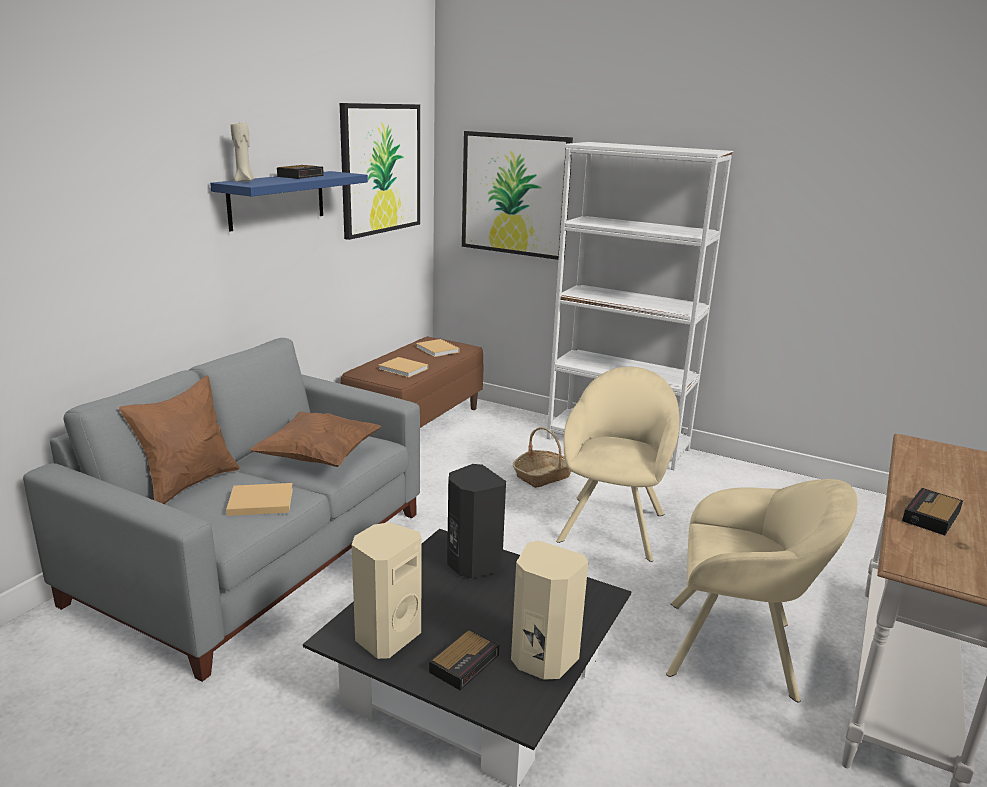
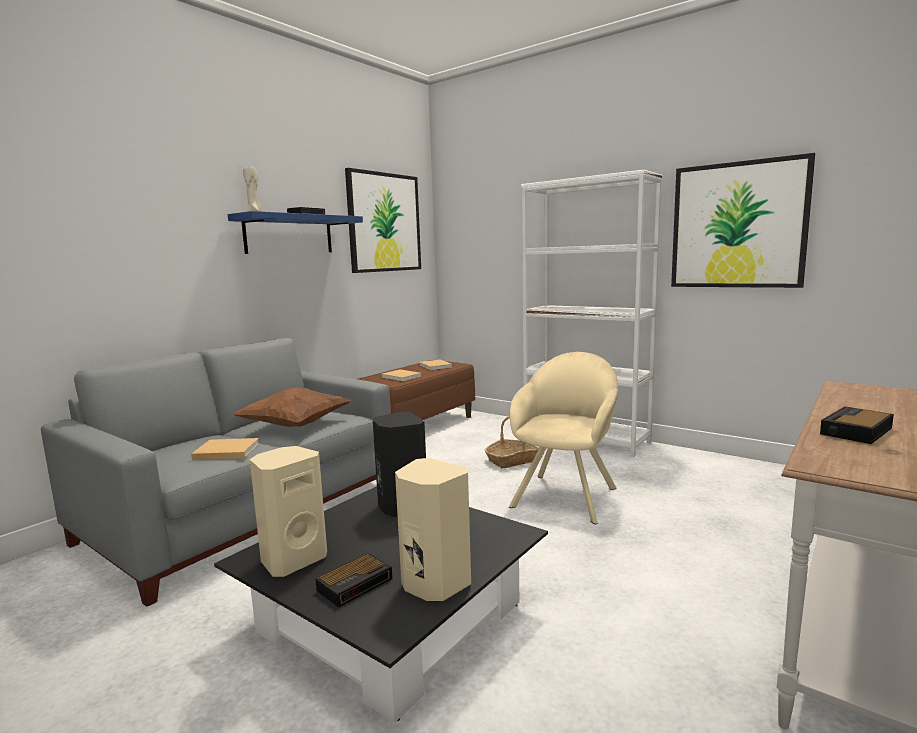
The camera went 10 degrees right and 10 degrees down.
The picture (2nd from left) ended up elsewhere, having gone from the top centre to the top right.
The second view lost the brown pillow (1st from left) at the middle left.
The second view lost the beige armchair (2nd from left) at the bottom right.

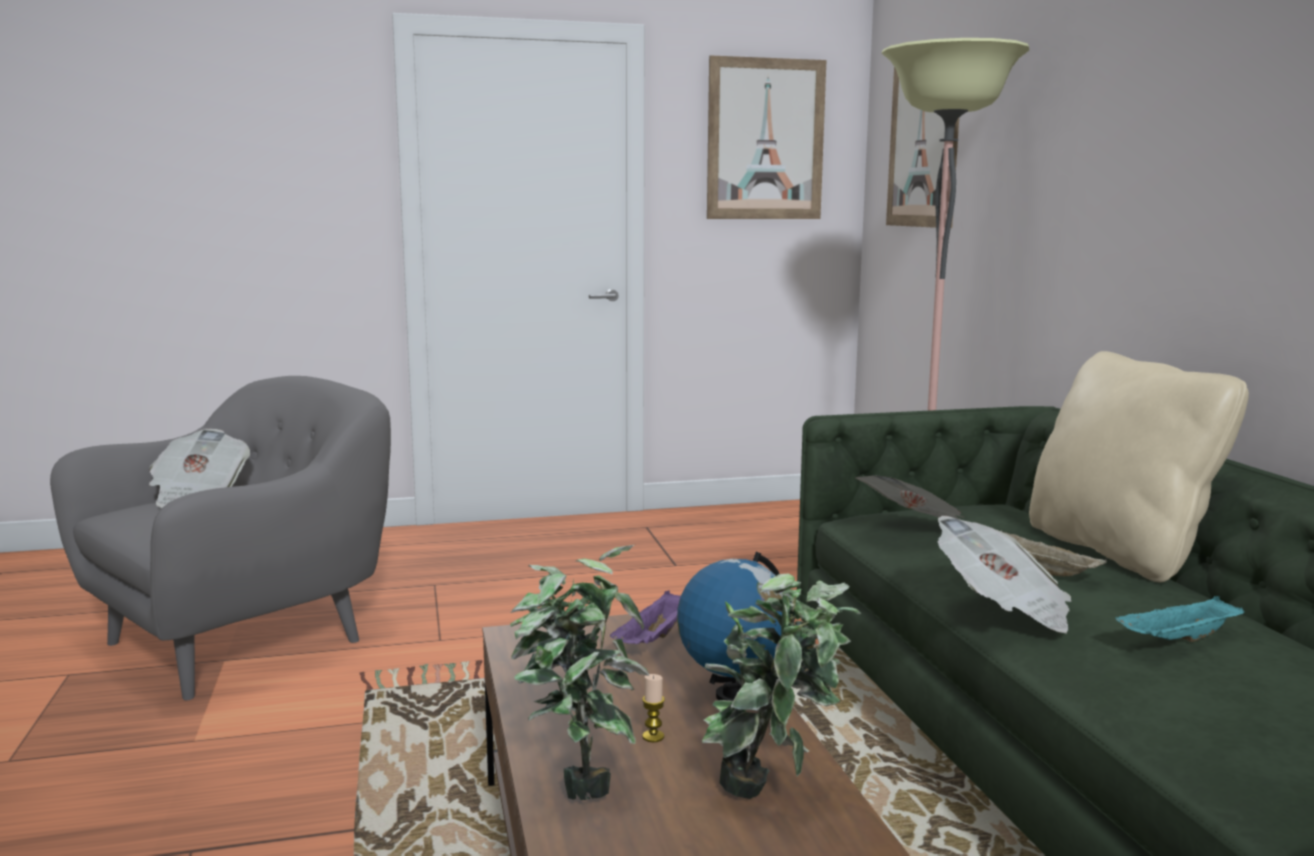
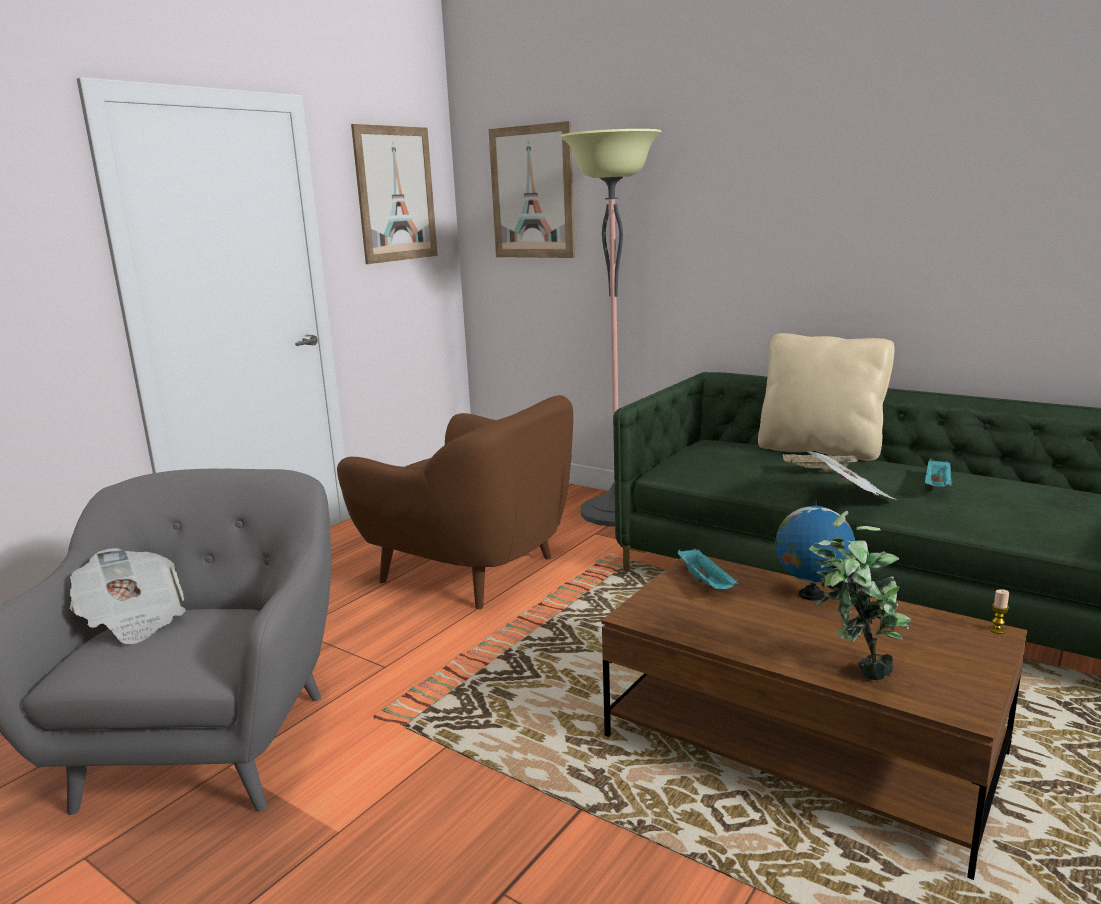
The camera went 40 degrees left and 5 degrees up.
The second view gained the brown armchair at the centre.
What was the purple tray at the bottom centre turned into the turquoise tray (1st from left) at the centre.
The candle ended up elsewhere, having gone from the bottom centre to the bottom right.
The second view lost the potted plant (2nd from left) at the bottom centre.
The second view lost the newspaper (2nd from left) at the middle right.

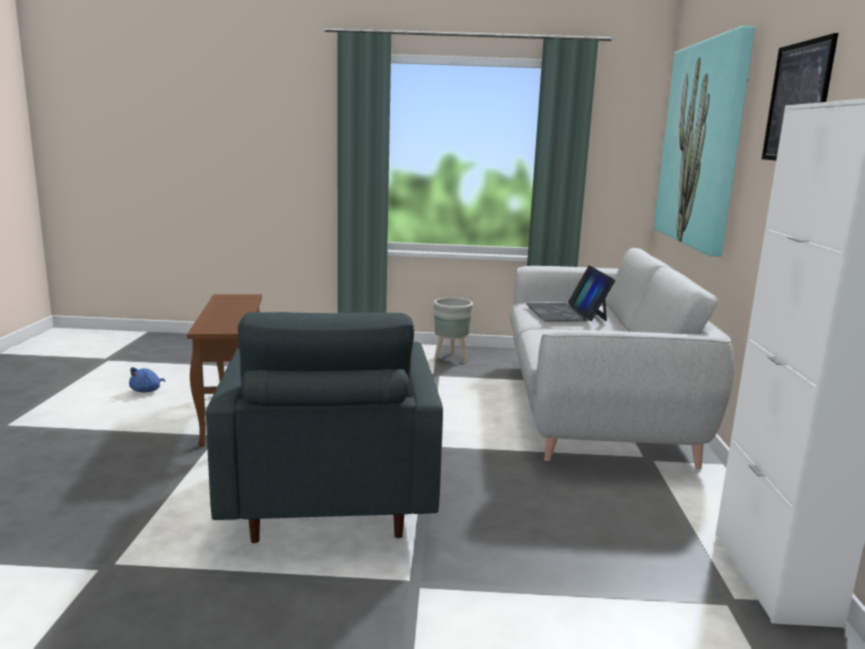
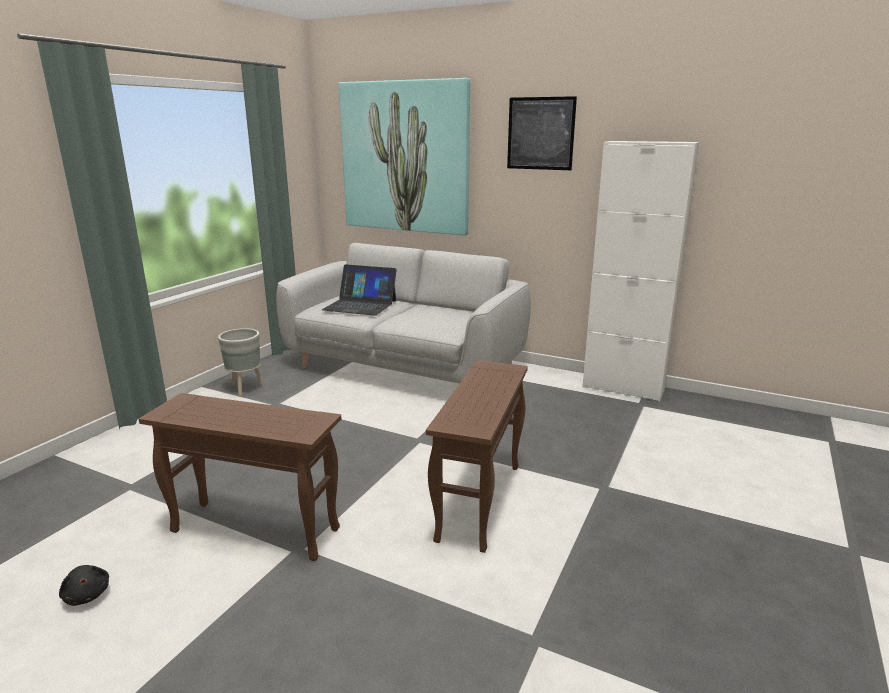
The camera went 65 degrees left and 5 degrees up.
What was the blue plush toy at the middle left turned into the black plush toy at the bottom left.
Where the grey armchair stood at the centre, the brown side table (2nd from left) came to stand at the centre.

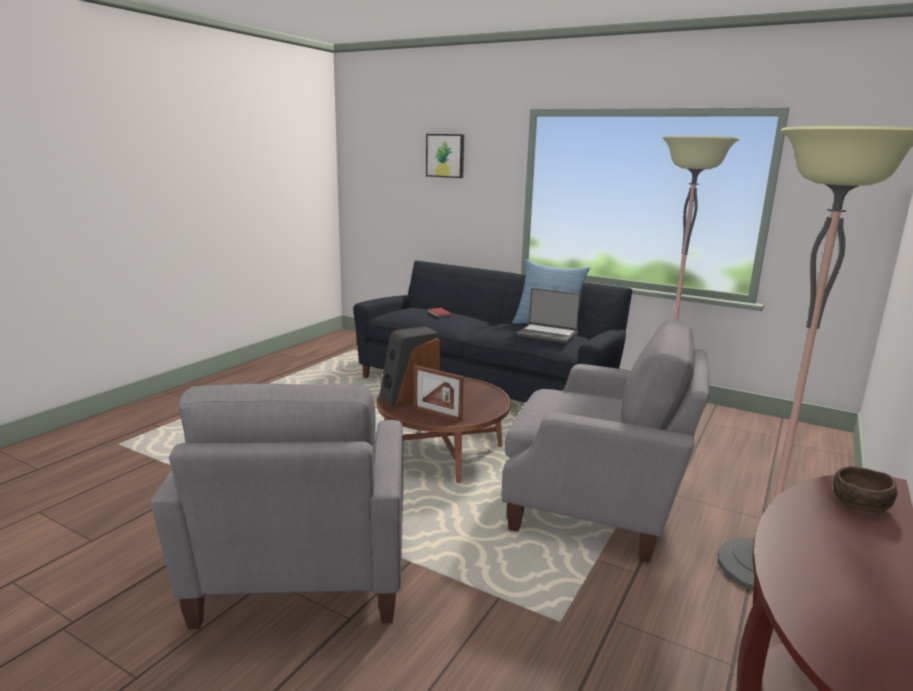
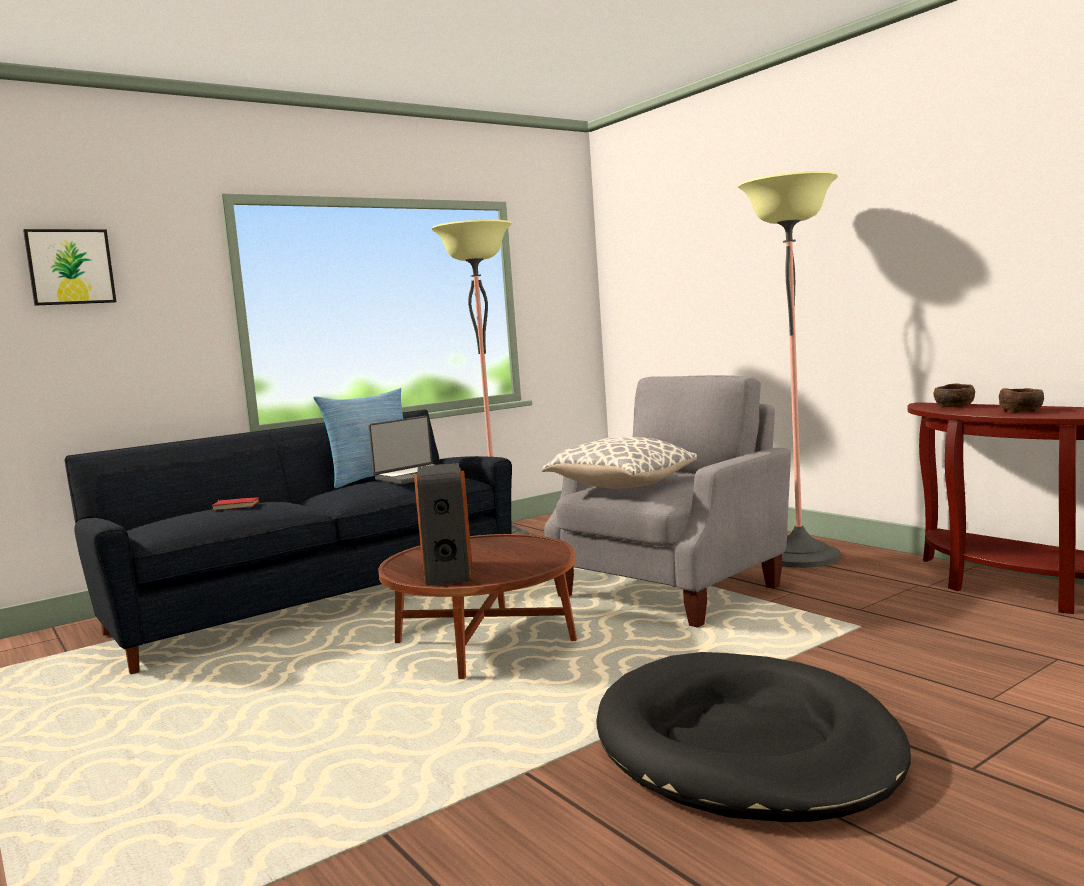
The camera went 65 degrees left and 10 degrees down.
The second view gained the pillow (2nd from left) at the centre.
Where the grey armchair (1st from left) stood at the bottom left, the black dog bed came to stand at the bottom right.
The second view gained the brown bowl (2nd from left) at the middle right.
The second view lost the picture frame at the centre.

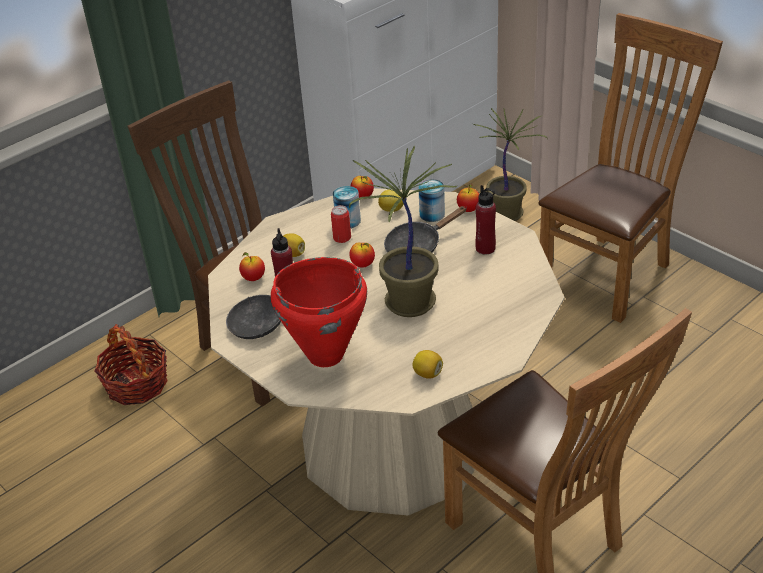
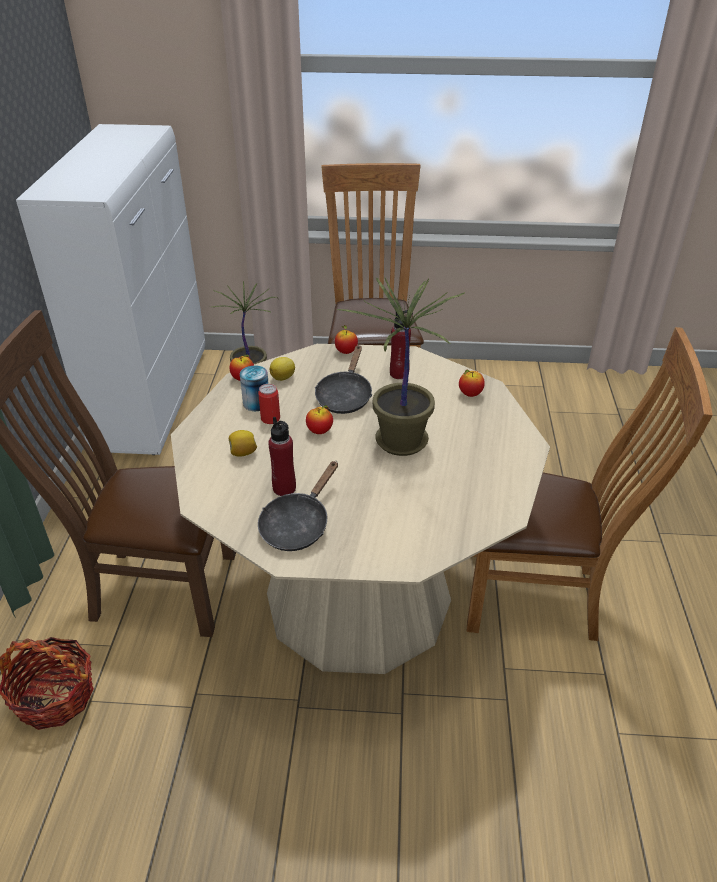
The camera went 45 degrees left and 0 degrees up.
The apple (1st from left in the first image) ended up elsewhere, having gone from the middle left to the centre.
The second view lost the red cooking pot at the centre.
The second view lost the lemon (3rd from left) at the centre.
The second view lost the can (3rd from left) at the centre.

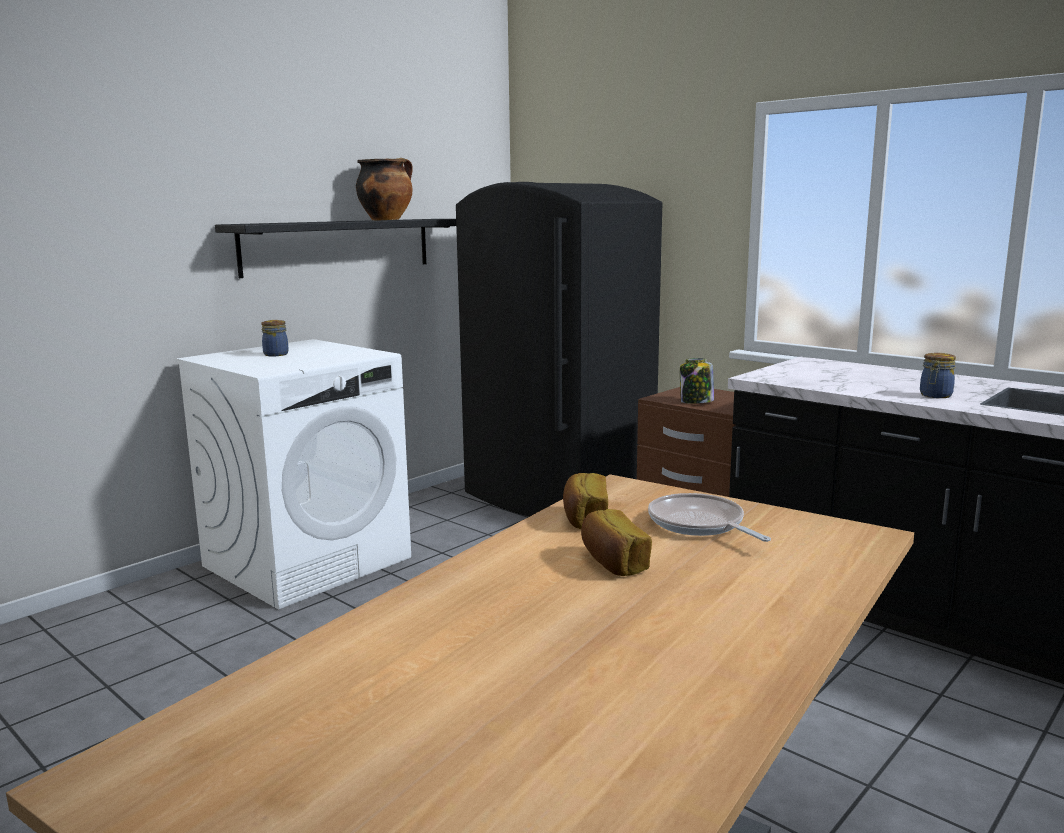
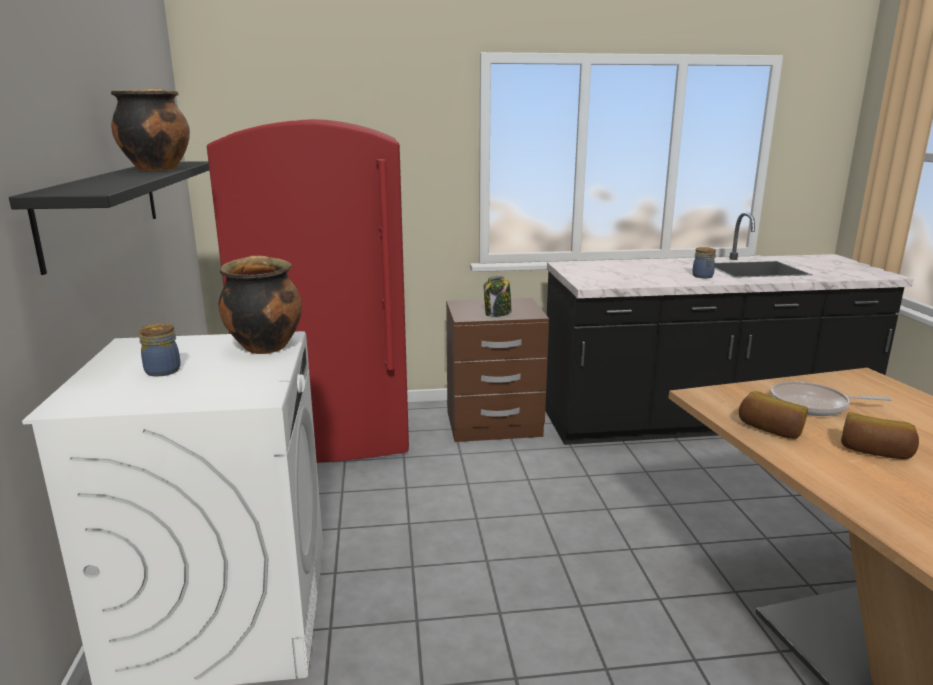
The camera went 50 degrees left and 5 degrees up.
What was the black fridge at the centre turned into the red fridge at the middle left.
The second view gained the cooking pot (2nd from left) at the middle left.

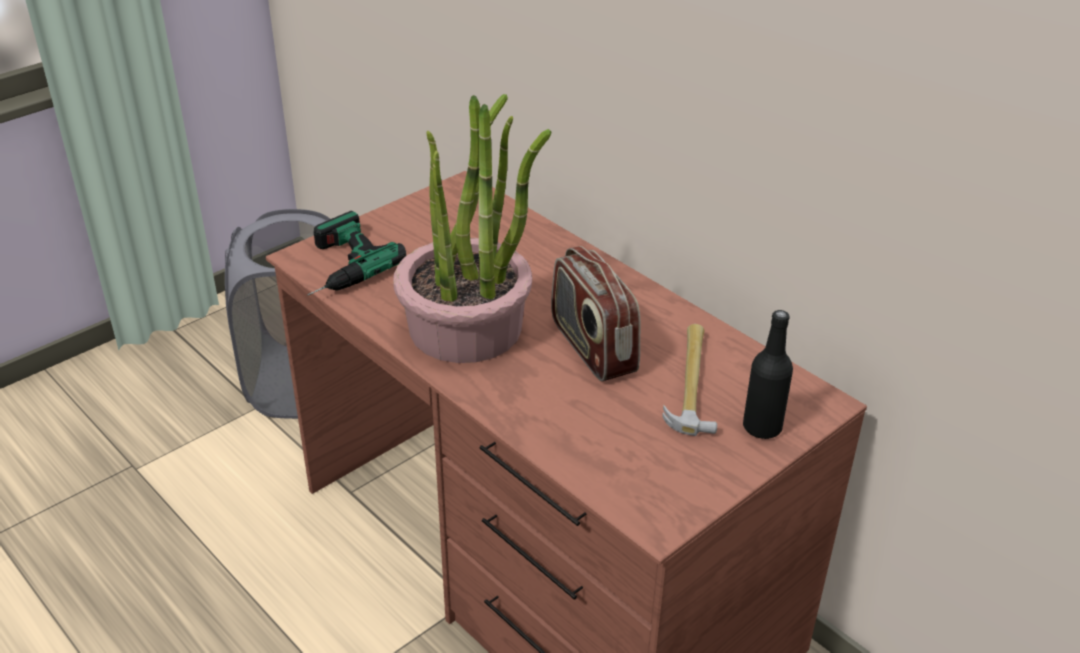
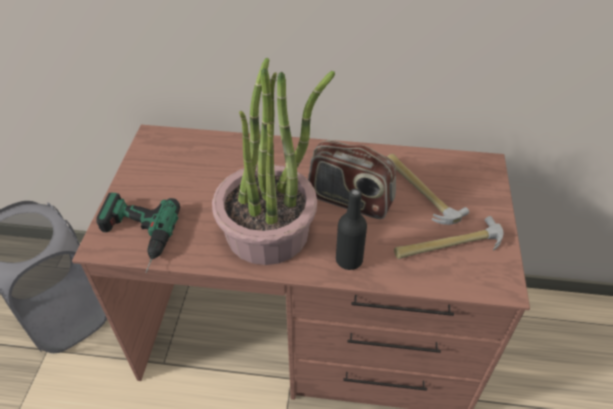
The camera went 40 degrees left and 10 degrees up.
The black bottle ended up elsewhere, having gone from the middle right to the centre.
The second view gained the hammer (2nd from left) at the middle right.

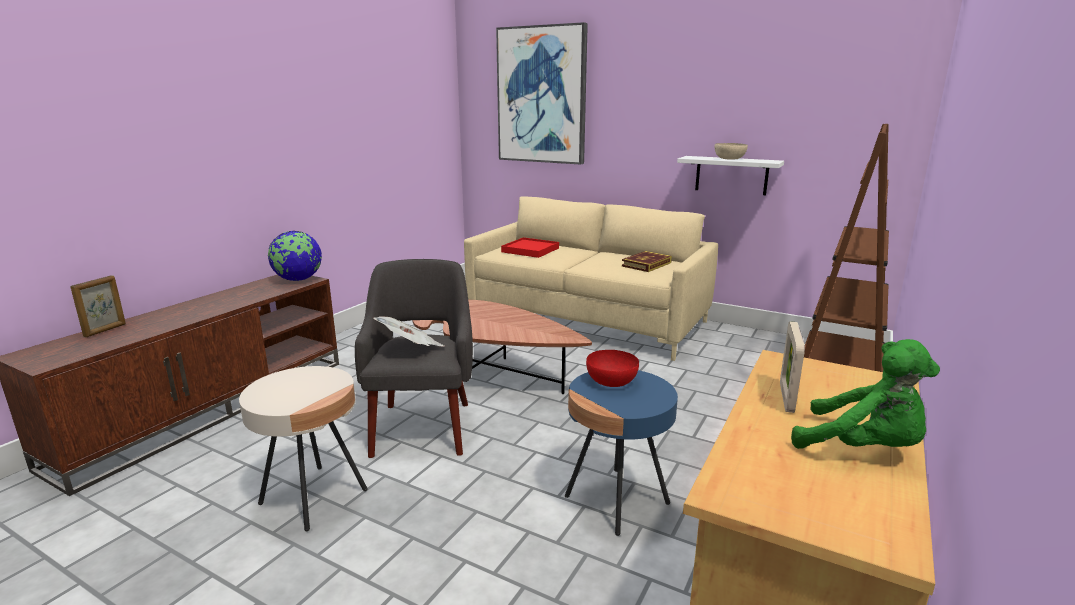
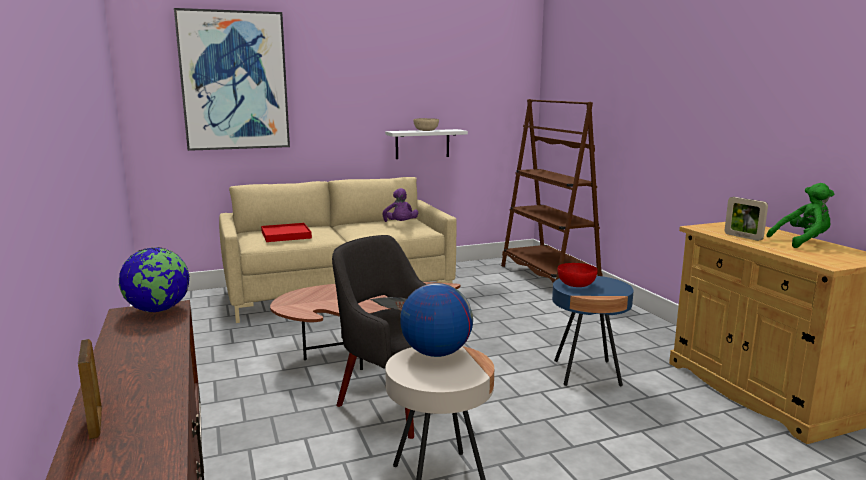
The camera went 50 degrees left and 5 degrees down.
Where the book stood at the centre, the purple plush toy came to stand at the centre.
The second view gained the globe (2nd from left) at the bottom centre.

